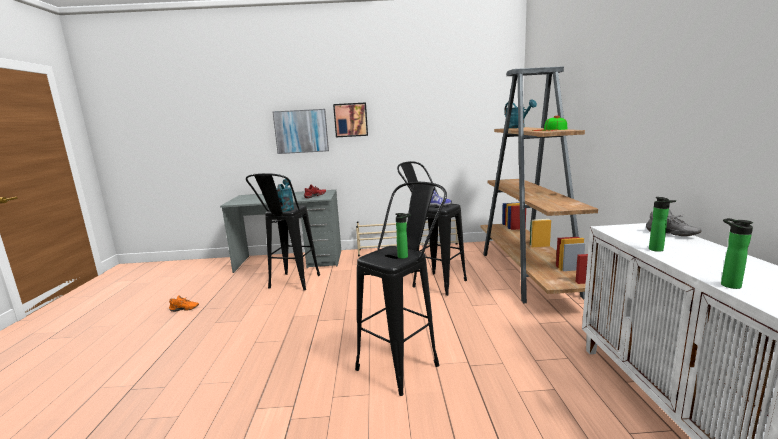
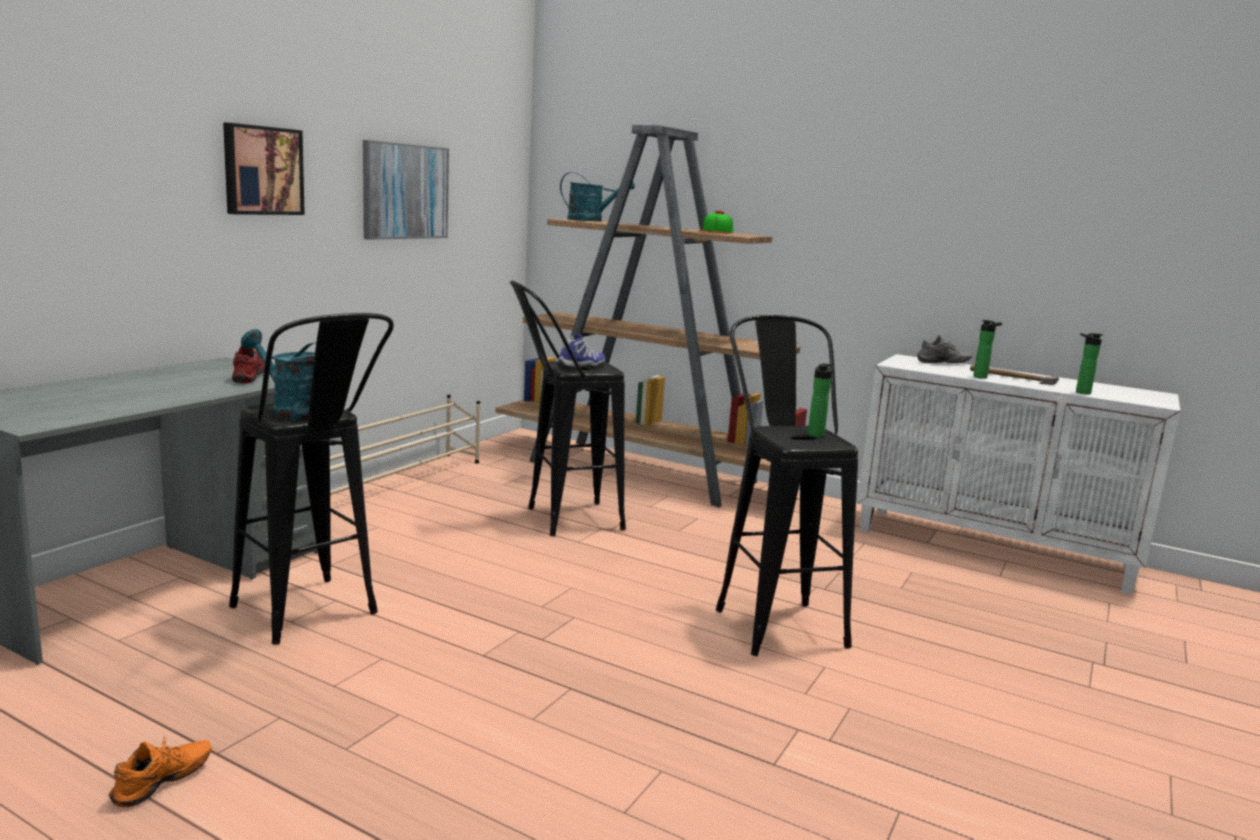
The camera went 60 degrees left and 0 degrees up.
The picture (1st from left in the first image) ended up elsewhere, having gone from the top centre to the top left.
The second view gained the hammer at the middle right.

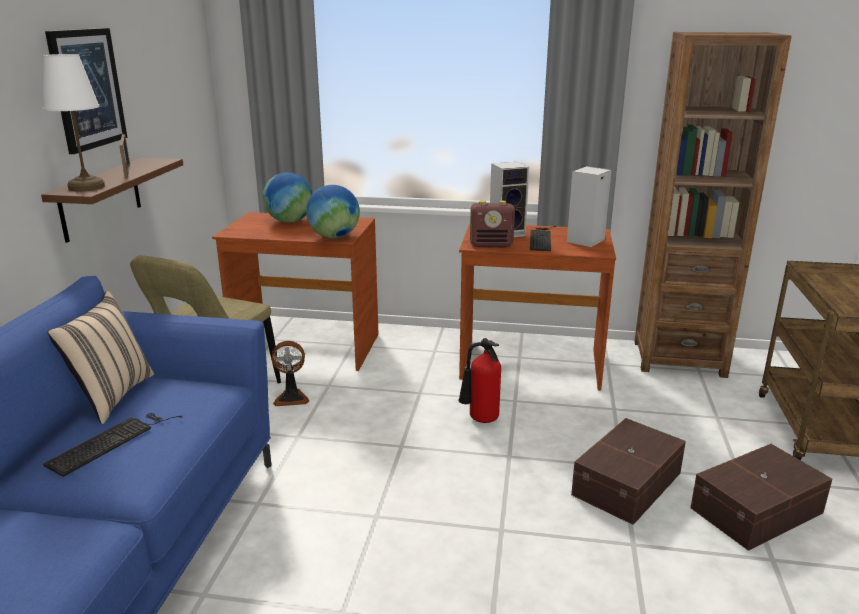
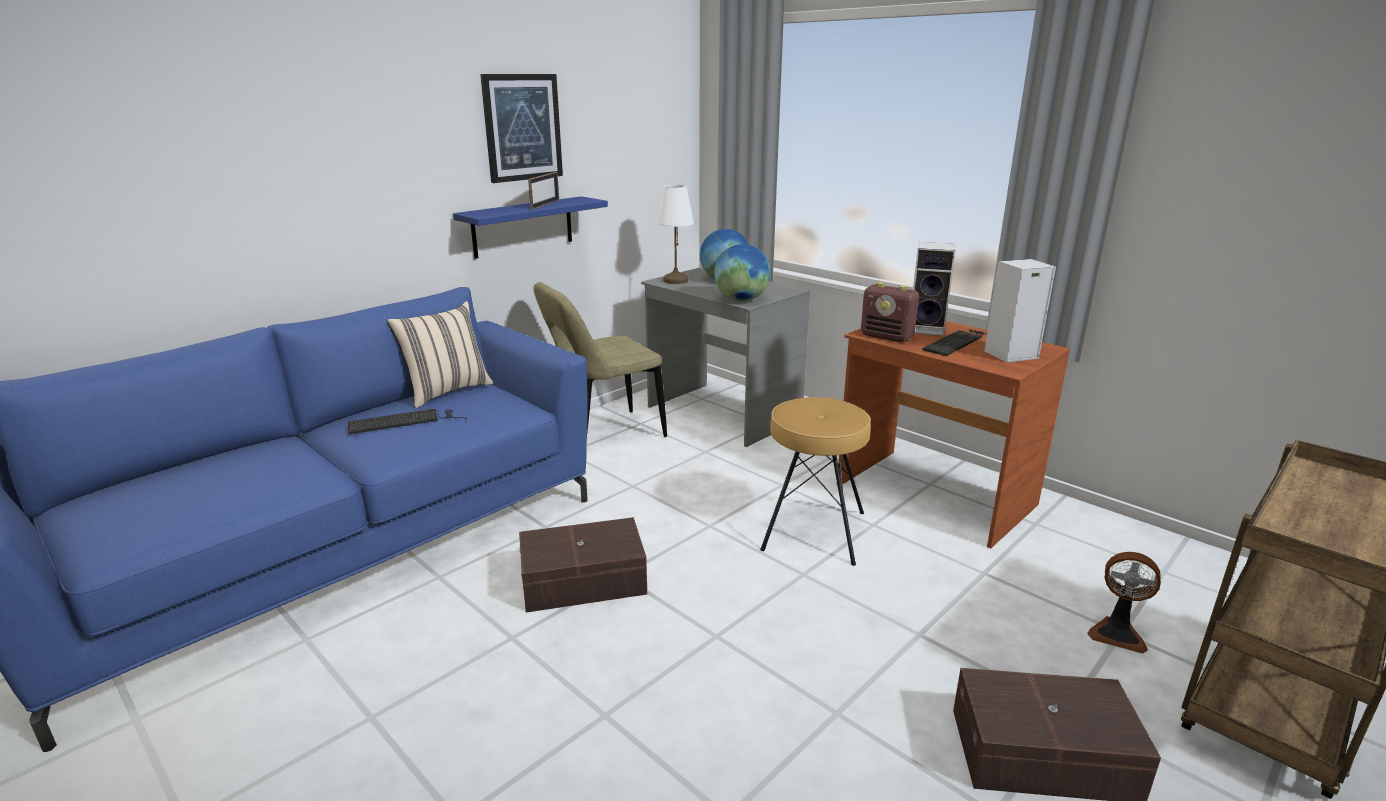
The camera went 35 degrees right and 0 degrees up.
What was the brown shelf at the top left turned into the blue shelf at the top centre.
The brown storage box (1st from left) ended up elsewhere, having gone from the bottom right to the bottom centre.
What was the brown desk (1st from left) at the centre turned into the grey desk at the centre.
The white table lamp ended up elsewhere, having gone from the top left to the top centre.
Where the fire extinguisher stood at the centre, the brown stool came to stand at the centre.
The fan ended up elsewhere, having gone from the centre to the bottom right.
The second view lost the brown bookcase at the middle right.

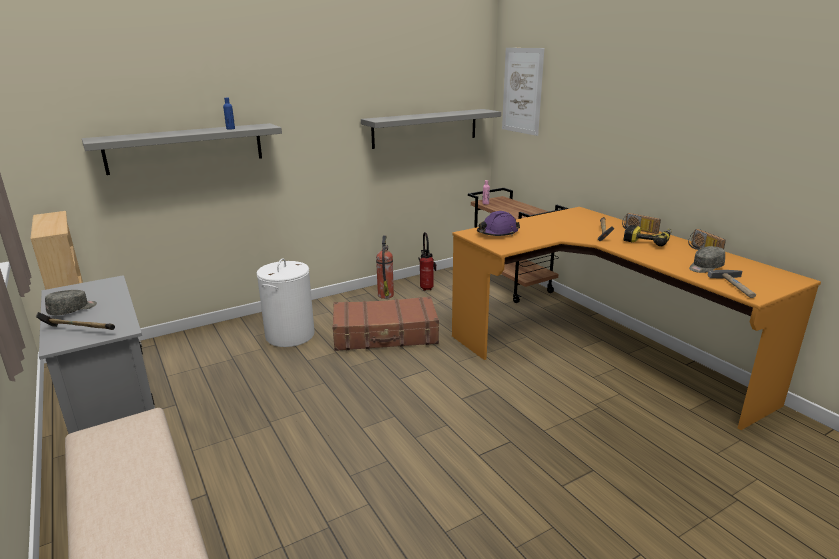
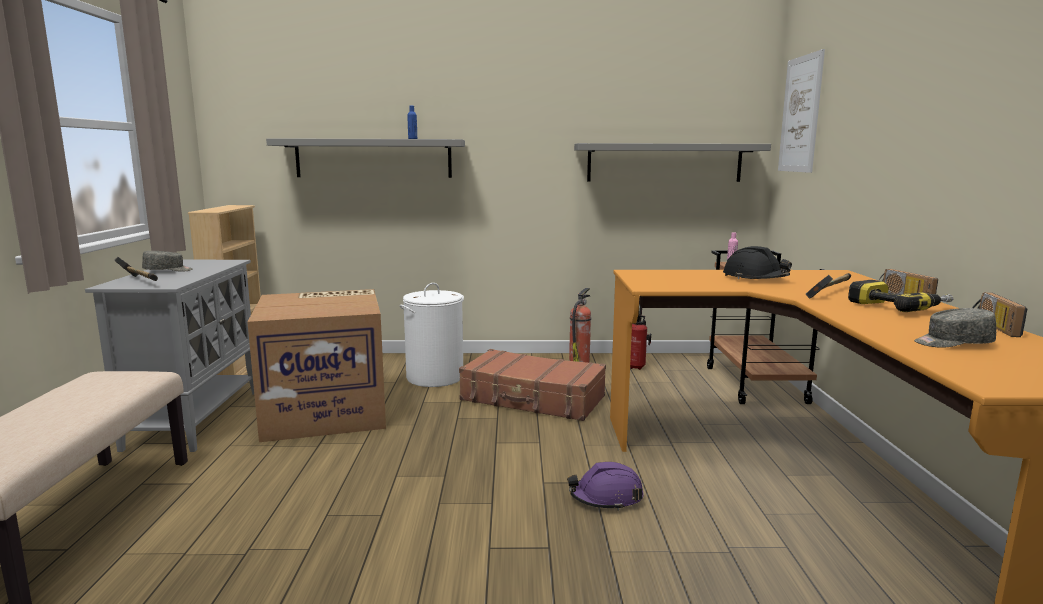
The camera went 30 degrees right and 10 degrees down.
The second view gained the cardboard box at the middle left.
The purple hard hat ended up elsewhere, having gone from the centre to the bottom centre.
The second view gained the black hard hat at the middle right.
The second view lost the hammer (3rd from left) at the middle right.

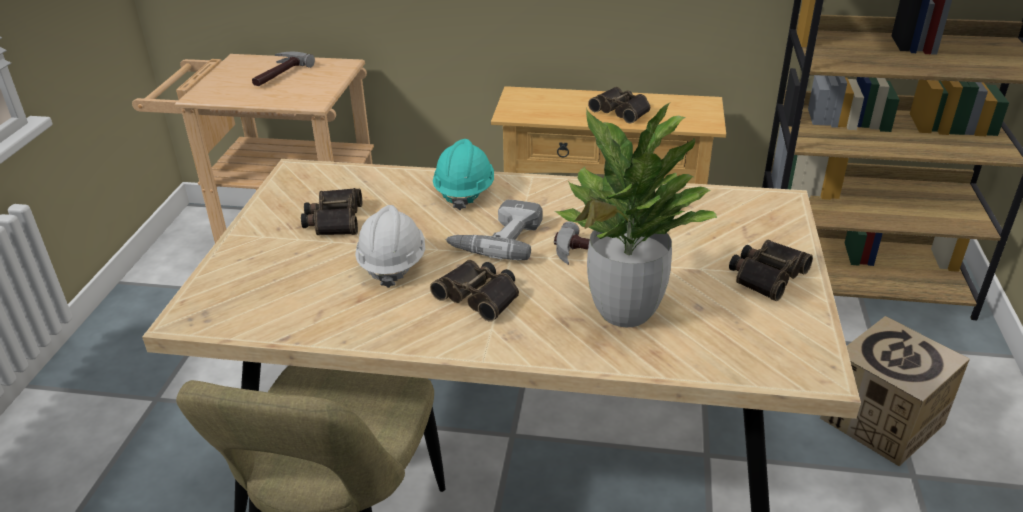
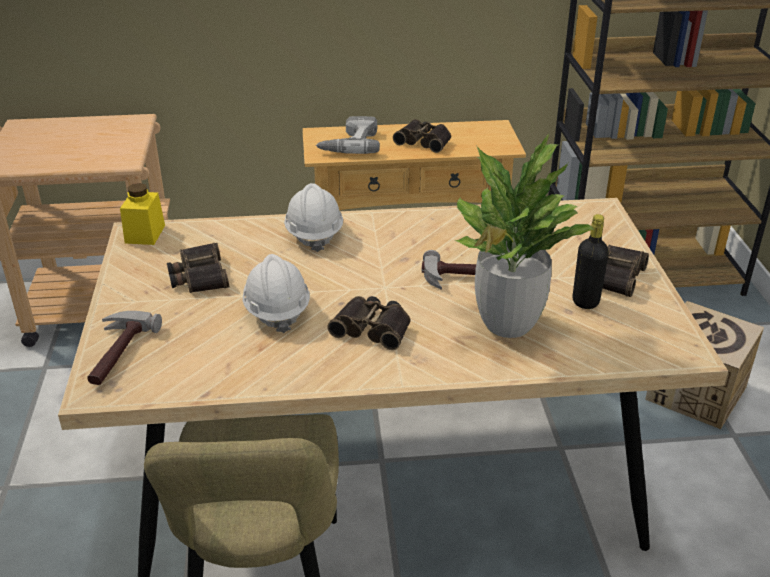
The camera went 15 degrees left and 0 degrees up.
The hammer (1st from left) ended up elsewhere, having gone from the top left to the middle left.
The second view gained the yellow jar at the middle left.
What was the turquoise hard hat at the centre turned into the white hard hat (2nd from left) at the centre.
The power drill ended up elsewhere, having gone from the centre to the top centre.
The second view gained the black bottle at the middle right.

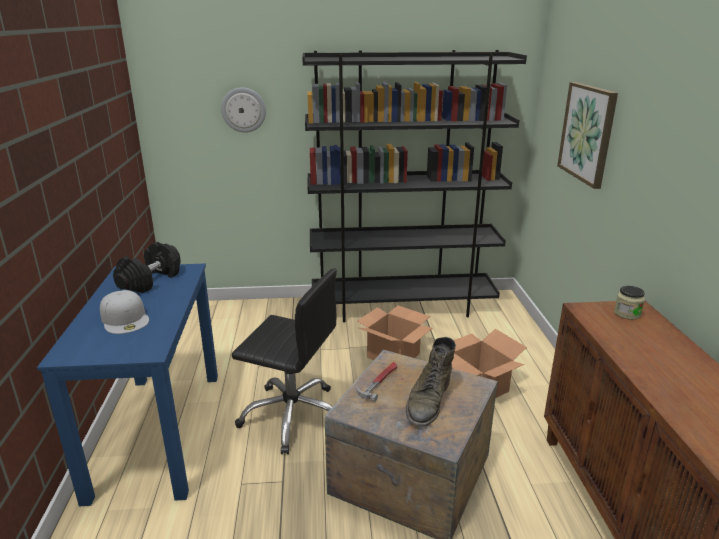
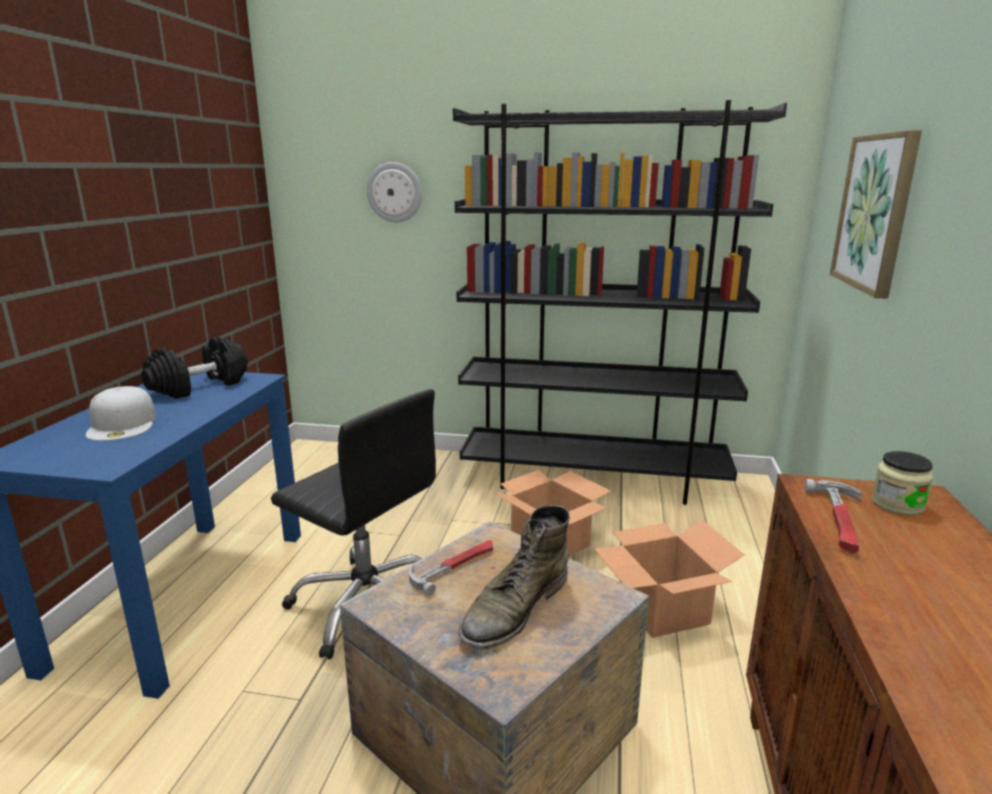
The camera went 15 degrees right and 5 degrees down.
The second view gained the hammer (2nd from left) at the middle right.

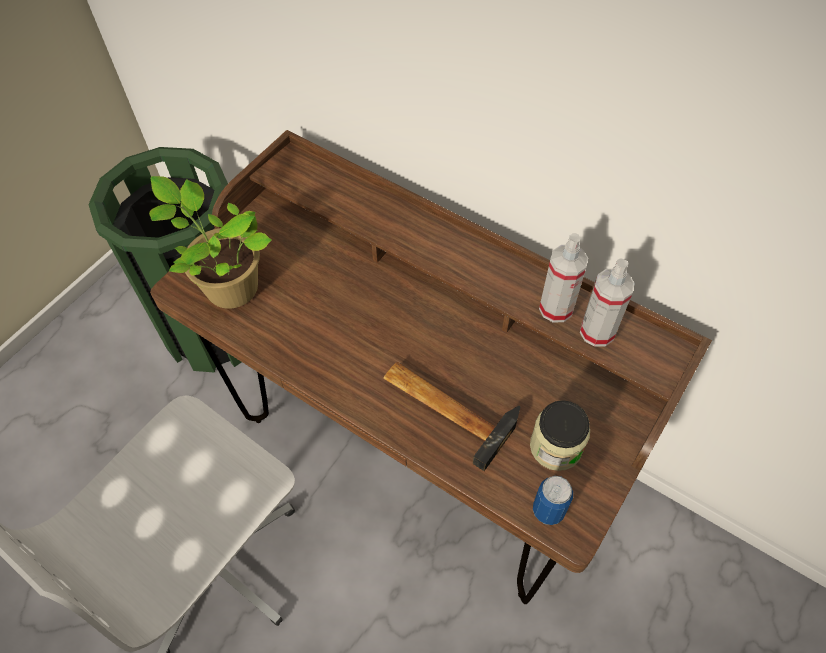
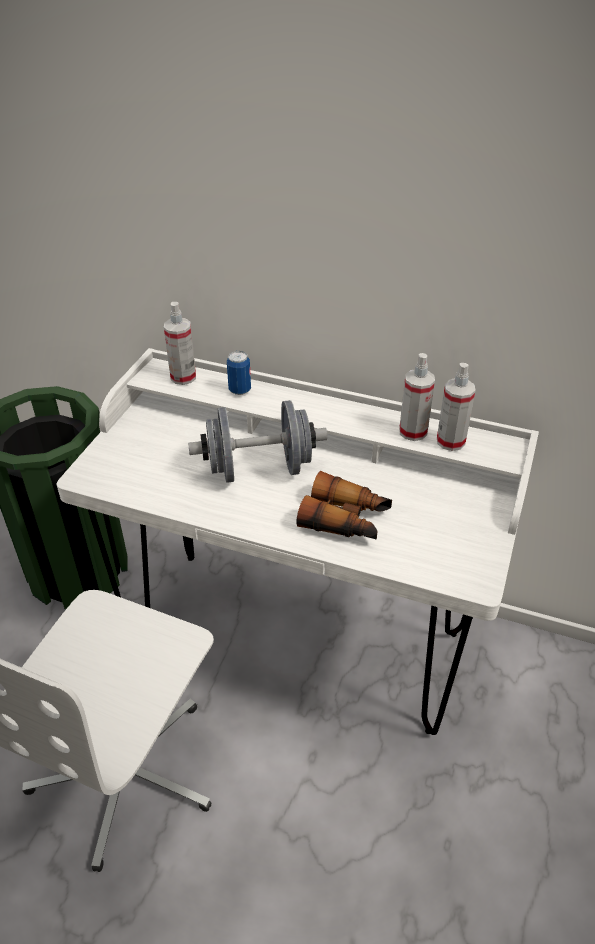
The camera went 15 degrees left and 15 degrees down.
What was the brown desk at the centre turned into the white desk at the centre.
The second view gained the spray bottle (1st from left) at the middle left.
The second view gained the grey dumbbell at the centre.
The can ended up elsewhere, having gone from the bottom right to the centre.
Where the hammer stood at the centre, the binoculars came to stand at the centre.
The second view lost the potted plant at the middle left.
The second view lost the jar at the middle right.

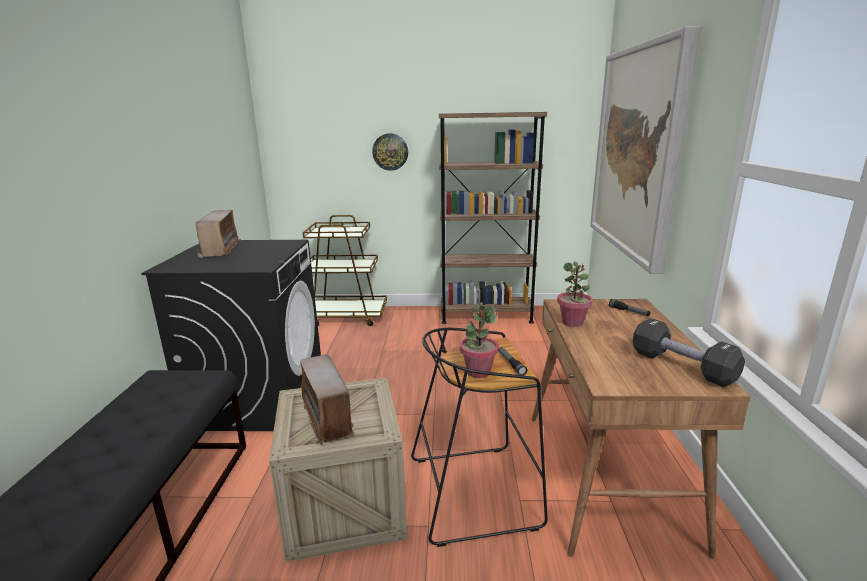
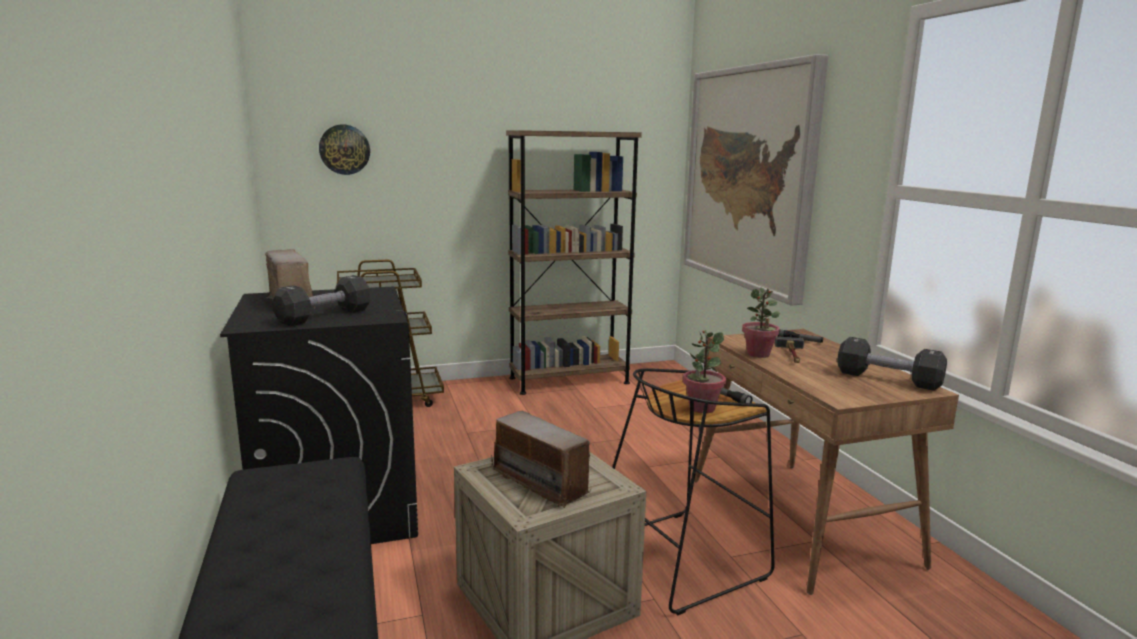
The camera went 20 degrees left and 5 degrees down.
The second view gained the black dumbbell (1st from left) at the middle left.
The wall clock ended up elsewhere, having gone from the top centre to the top left.
The second view gained the hammer at the middle right.

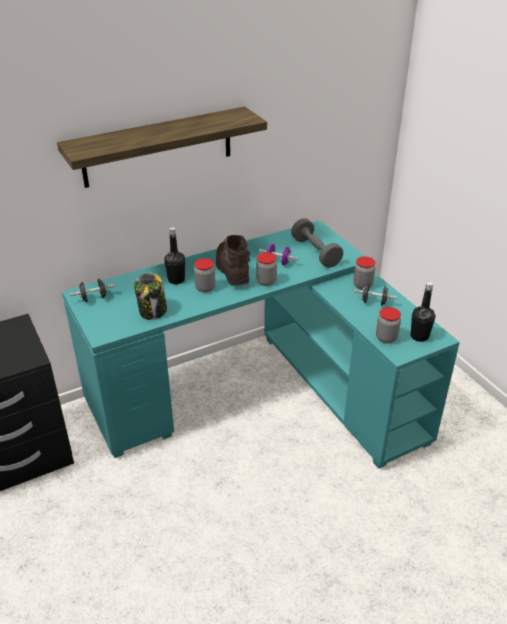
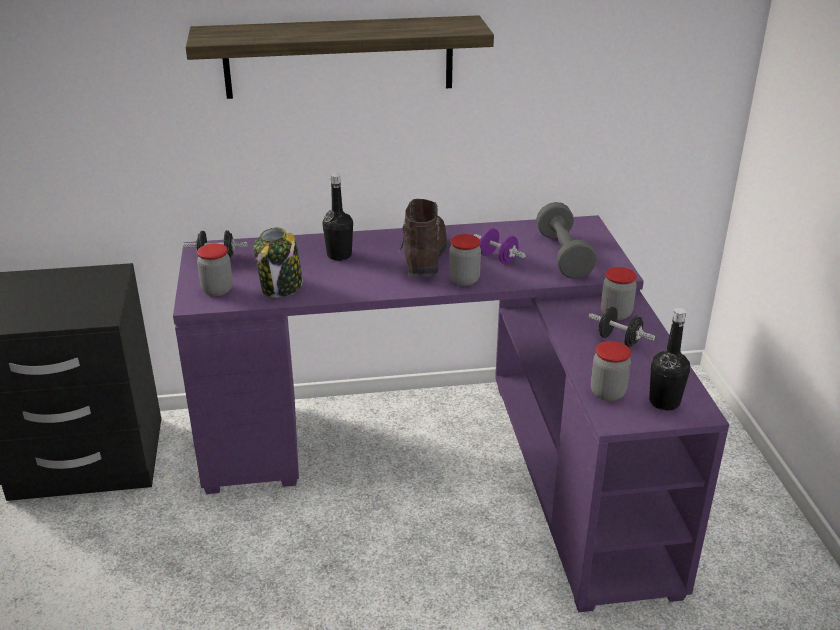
The camera went 20 degrees right and 5 degrees down.
What was the turquoise desk at the centre turned into the purple desk at the centre.
The jar (2nd from left in the first image) ended up elsewhere, having gone from the centre to the middle left.

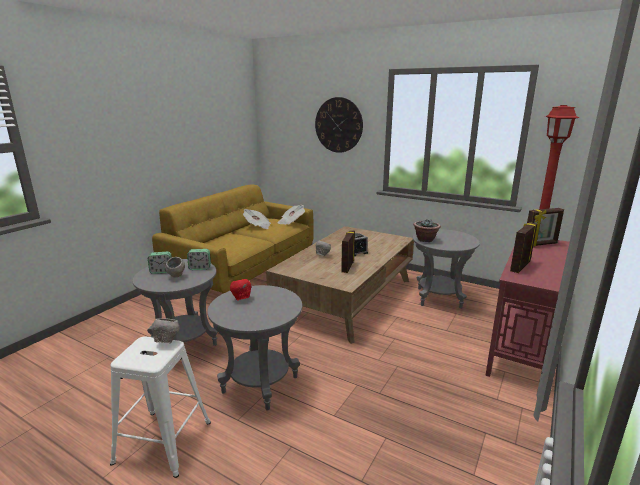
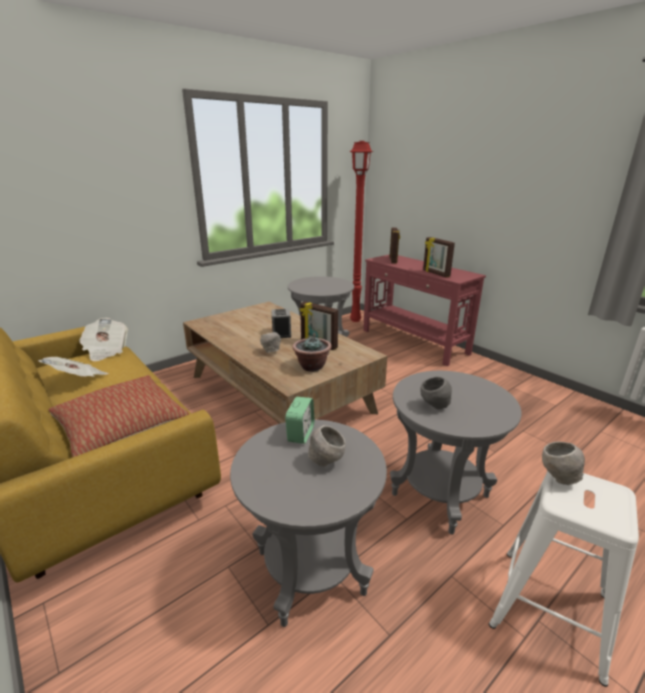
The camera went 70 degrees left and 5 degrees up.
The second view gained the pillow at the middle left.
The potted plant ended up elsewhere, having gone from the middle right to the centre.
What was the red bowl at the centre turned into the grey bowl (3rd from left) at the middle right.
The second view lost the alarm clock (1st from left) at the middle left.
The second view lost the wall clock at the top centre.

